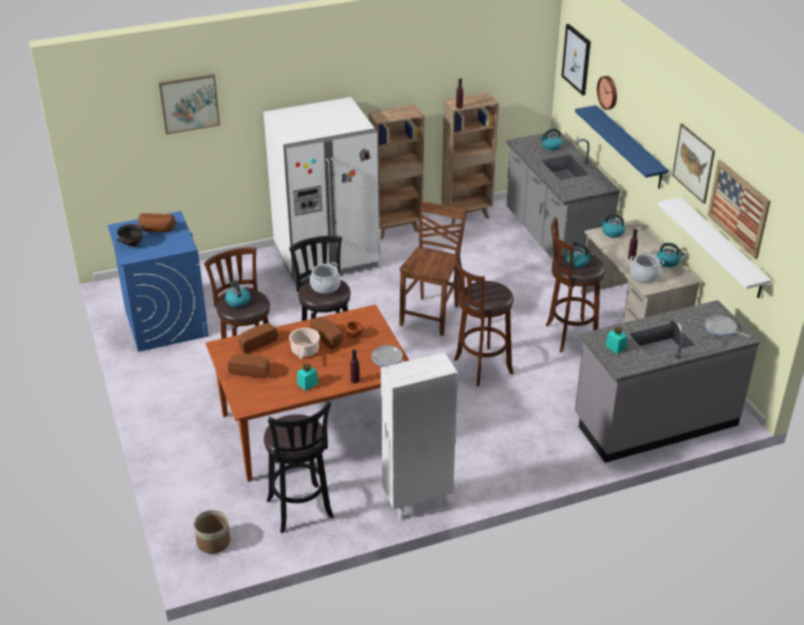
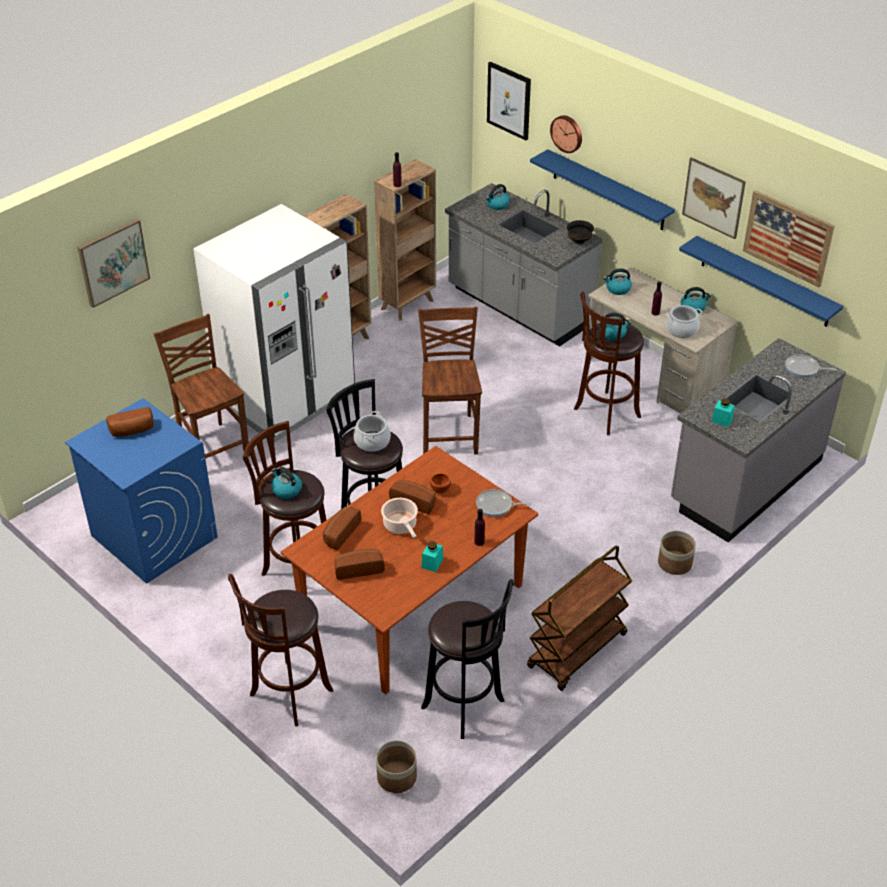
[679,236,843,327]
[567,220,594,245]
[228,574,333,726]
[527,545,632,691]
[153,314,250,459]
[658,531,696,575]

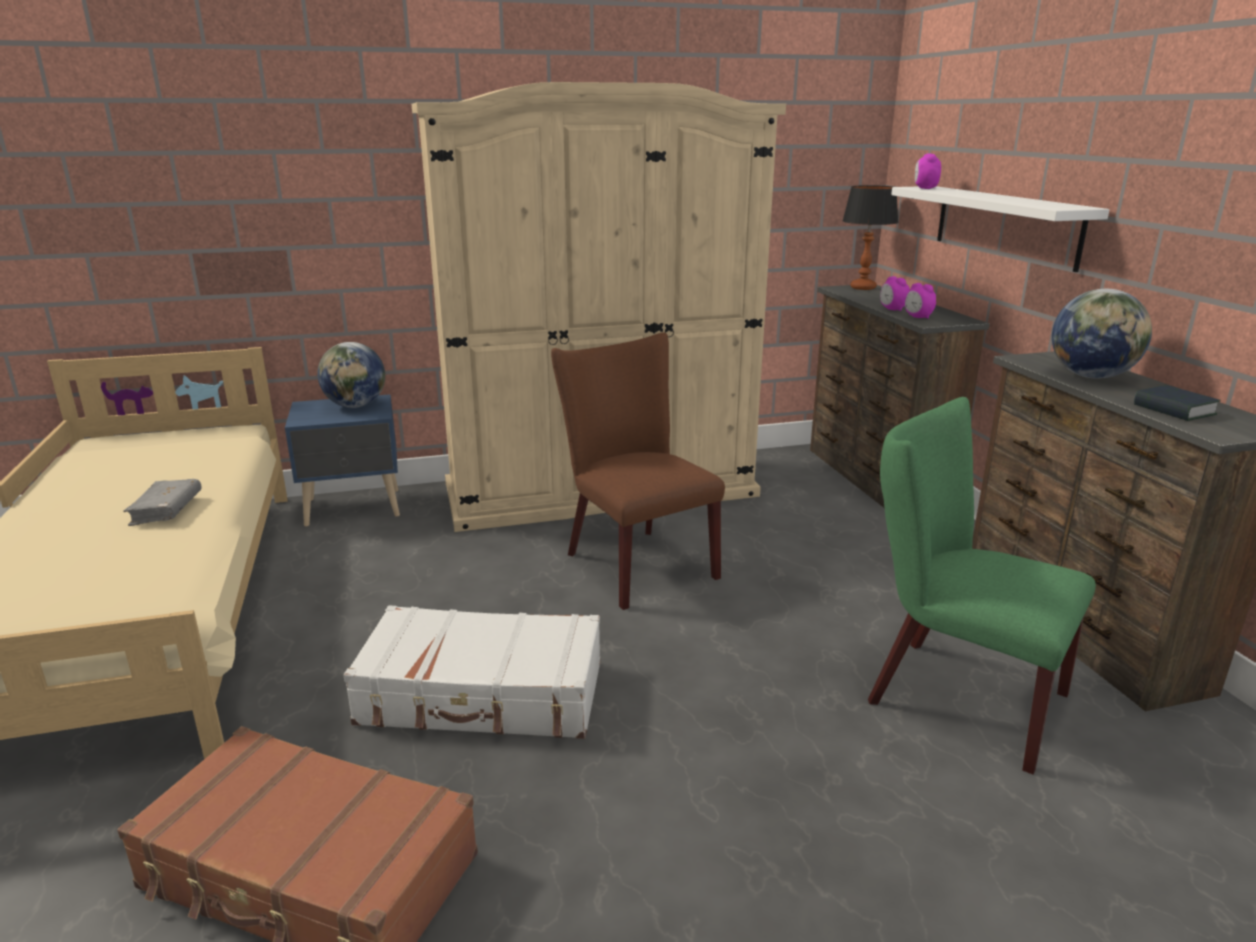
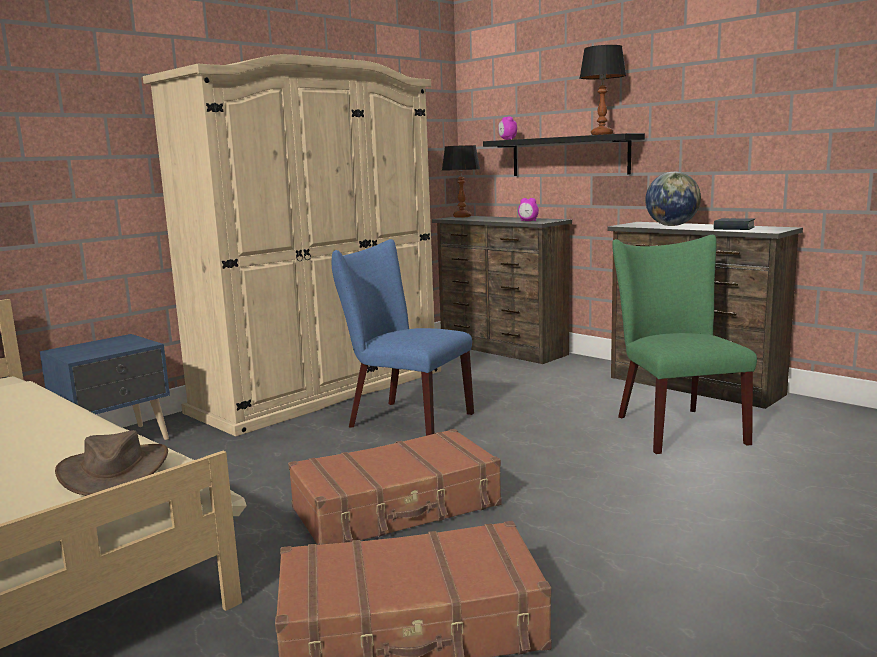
[483,133,645,176]
[880,276,910,311] (first image)
[332,239,474,436]
[317,342,385,408] (first image)
[612,235,757,454]
[123,479,201,526] (first image)
[288,429,502,545]
[579,45,626,135]
[55,430,168,496]

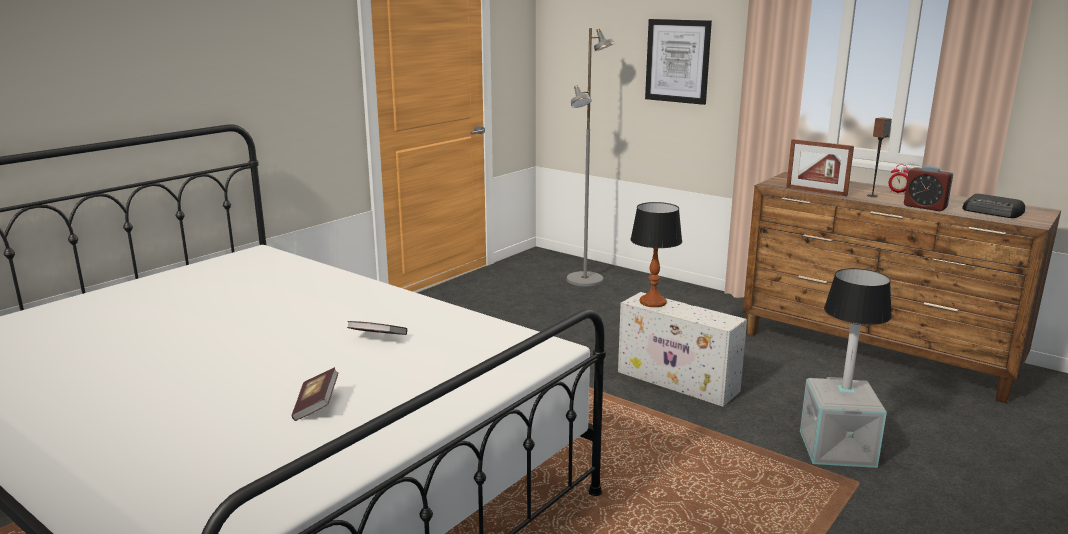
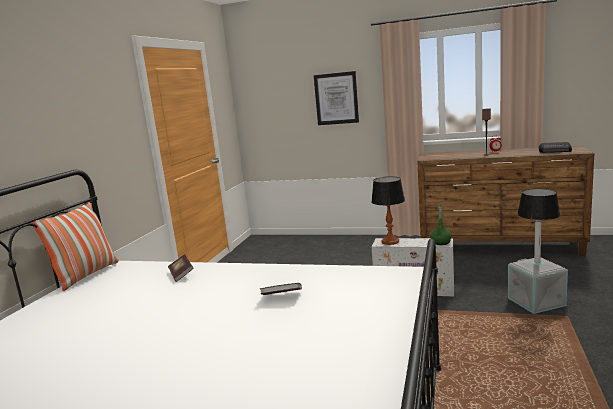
[567,28,615,287] (first image)
[786,139,854,197] (first image)
[904,166,953,211] (first image)
[168,254,193,282]
[31,202,119,291]
[430,205,452,245]

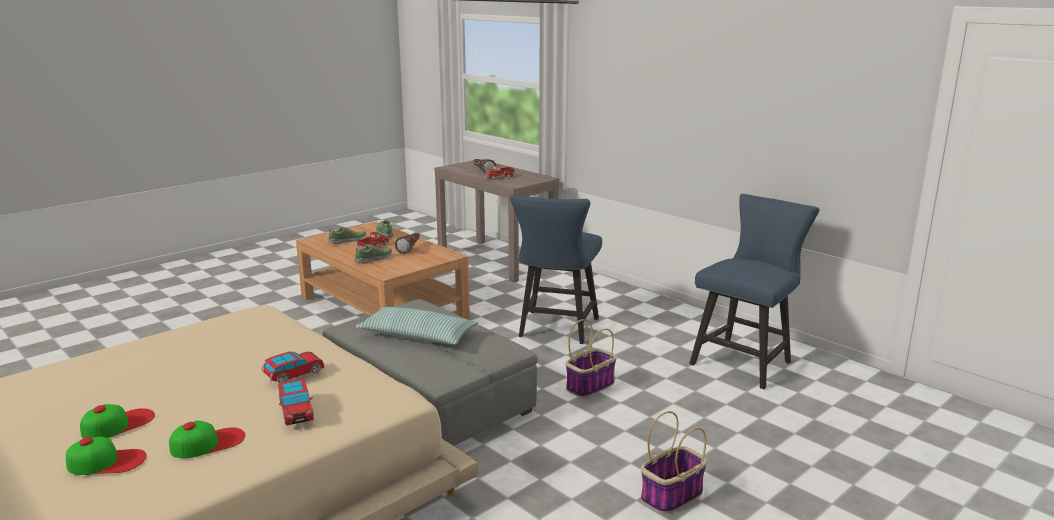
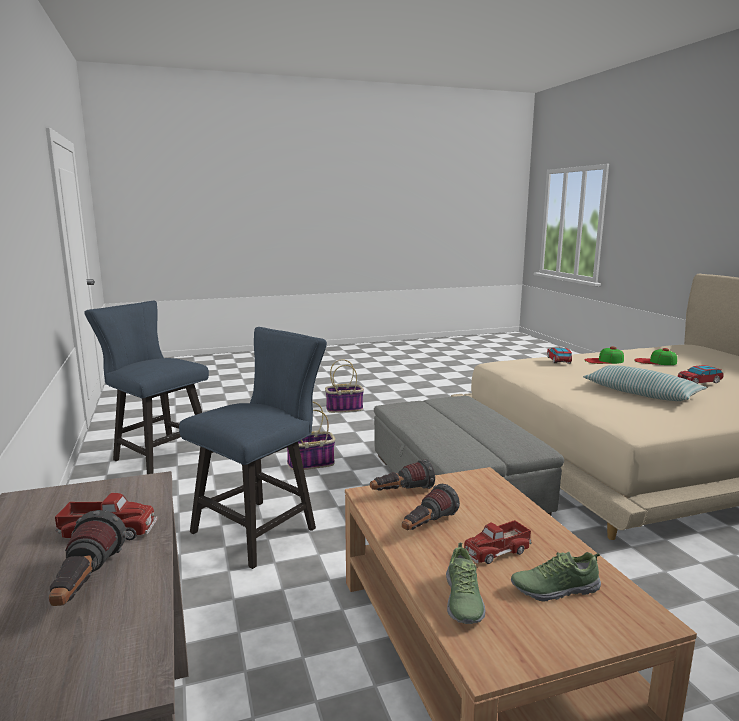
[84,301,213,474]
[354,244,392,264] (first image)
[583,365,707,401]
[678,365,724,384]
[80,404,155,438] (first image)
[370,459,435,491]

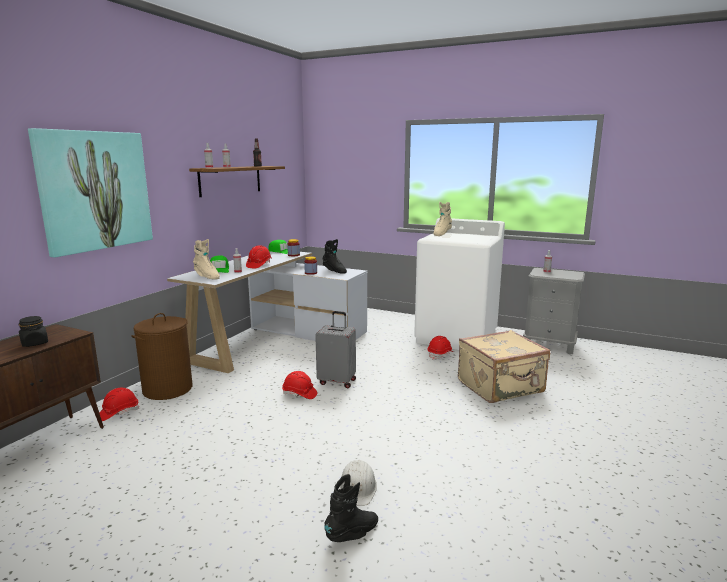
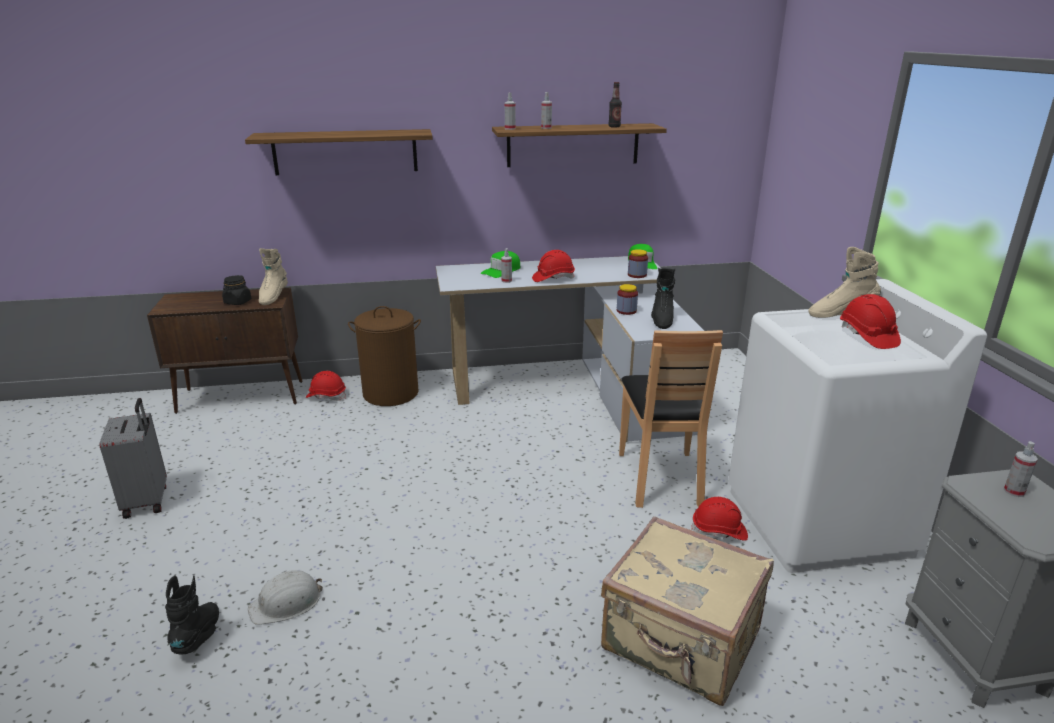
[245,129,433,175]
[259,248,288,305]
[99,398,167,519]
[840,294,901,349]
[165,575,219,654]
[619,330,723,508]

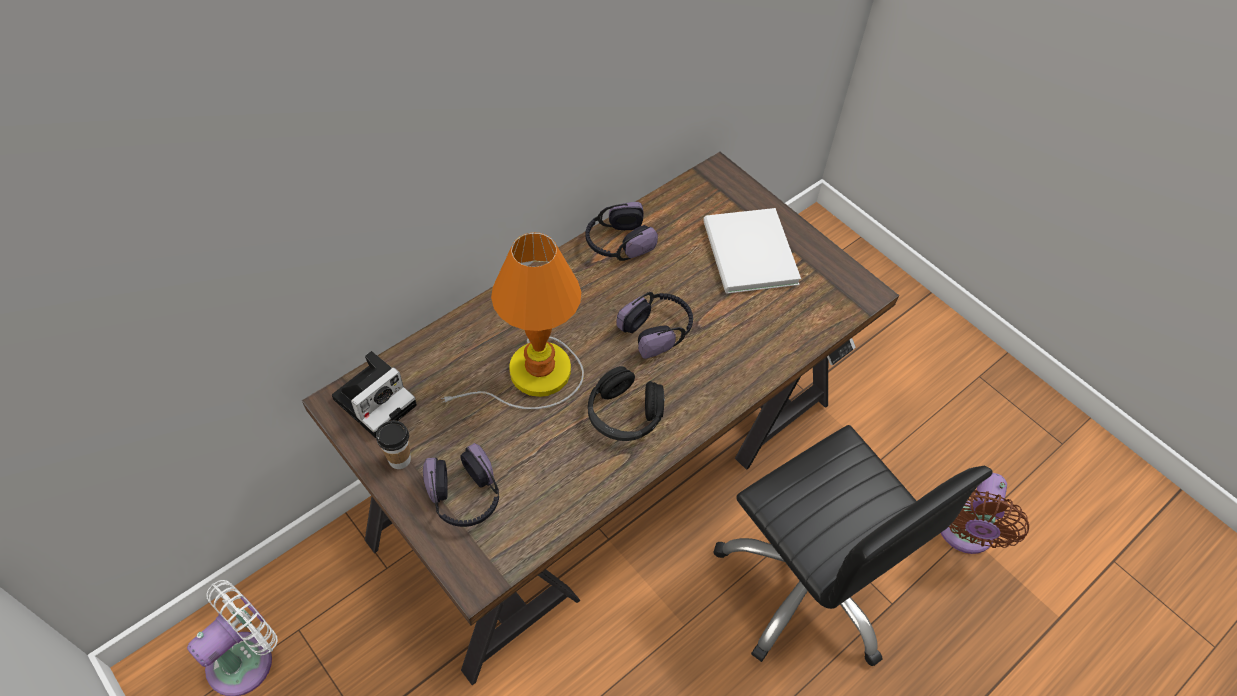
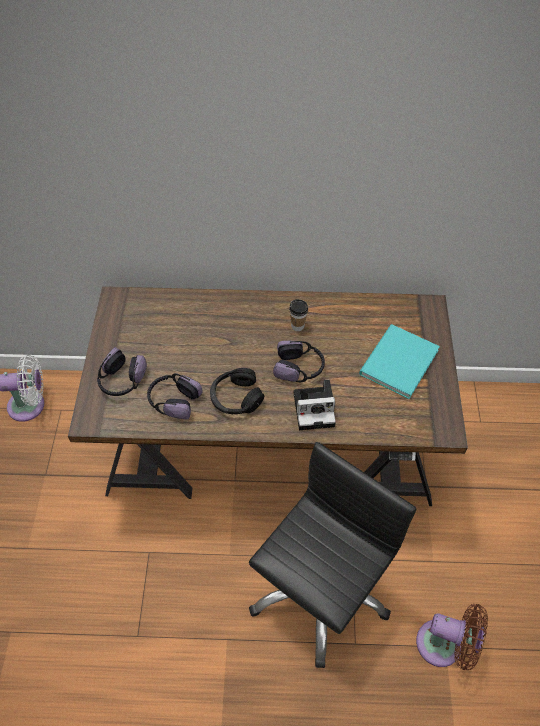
[147,373,202,420]
[359,324,440,399]
[441,232,584,409] (first image)
[294,380,336,430]
[289,299,308,331]
[249,442,416,668]
[416,604,488,670]

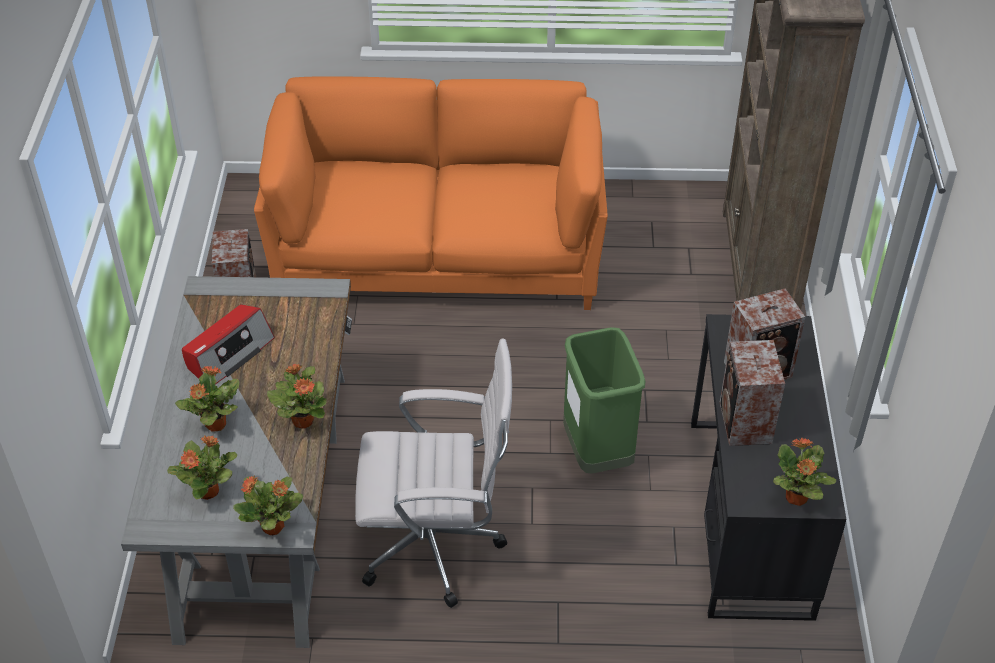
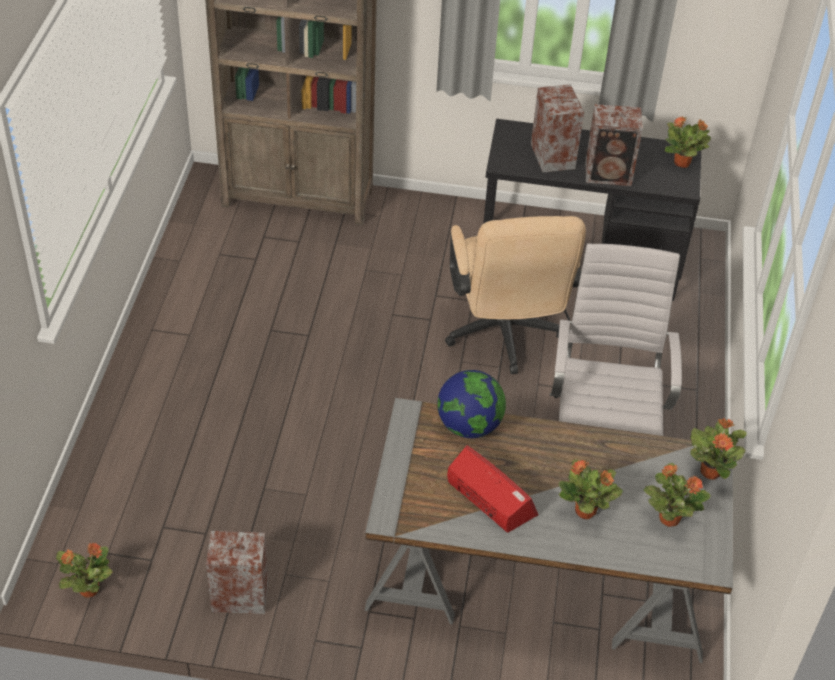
[254,76,608,310] (first image)
[445,216,586,374]
[56,542,112,598]
[437,370,506,438]

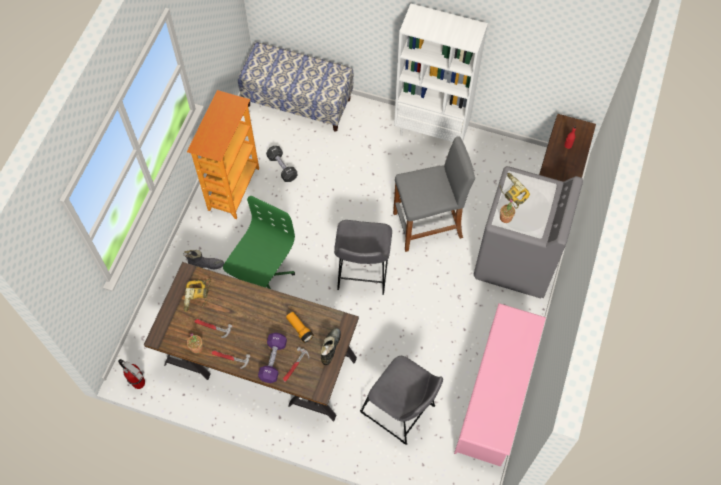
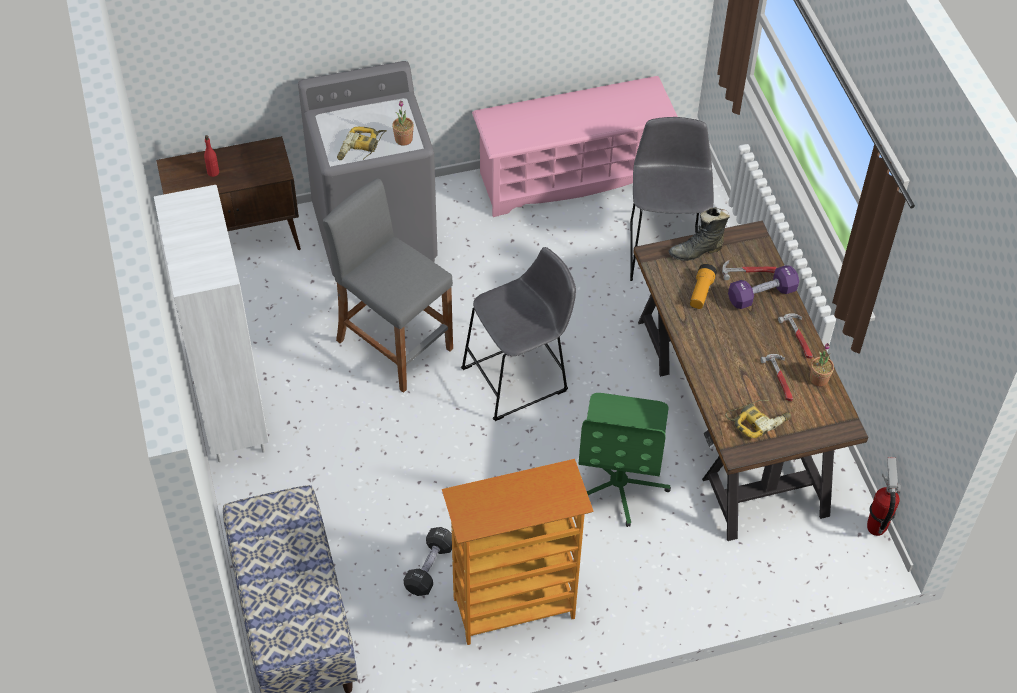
[579,393,671,527]
[184,250,224,269] (first image)

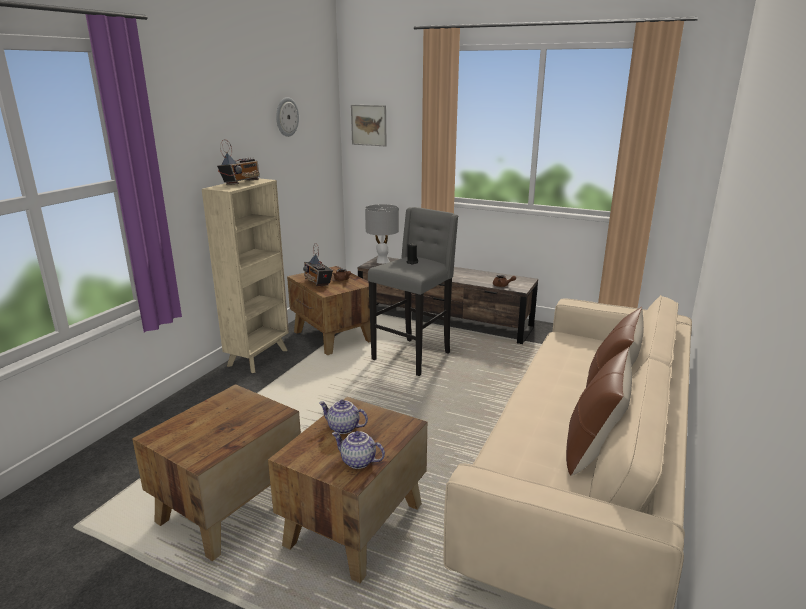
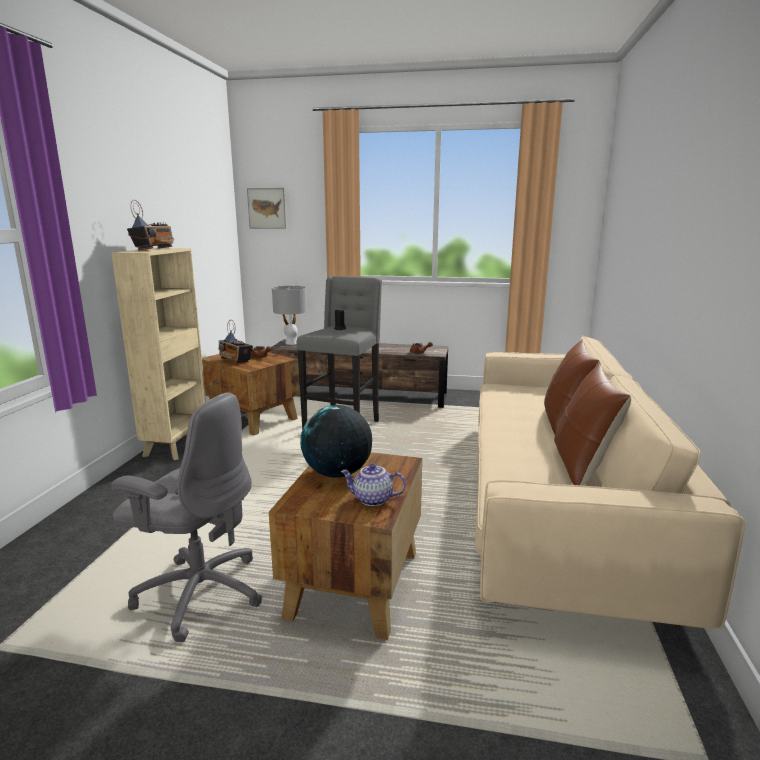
[276,97,299,137] (first image)
[111,393,263,642]
[300,405,372,478]

